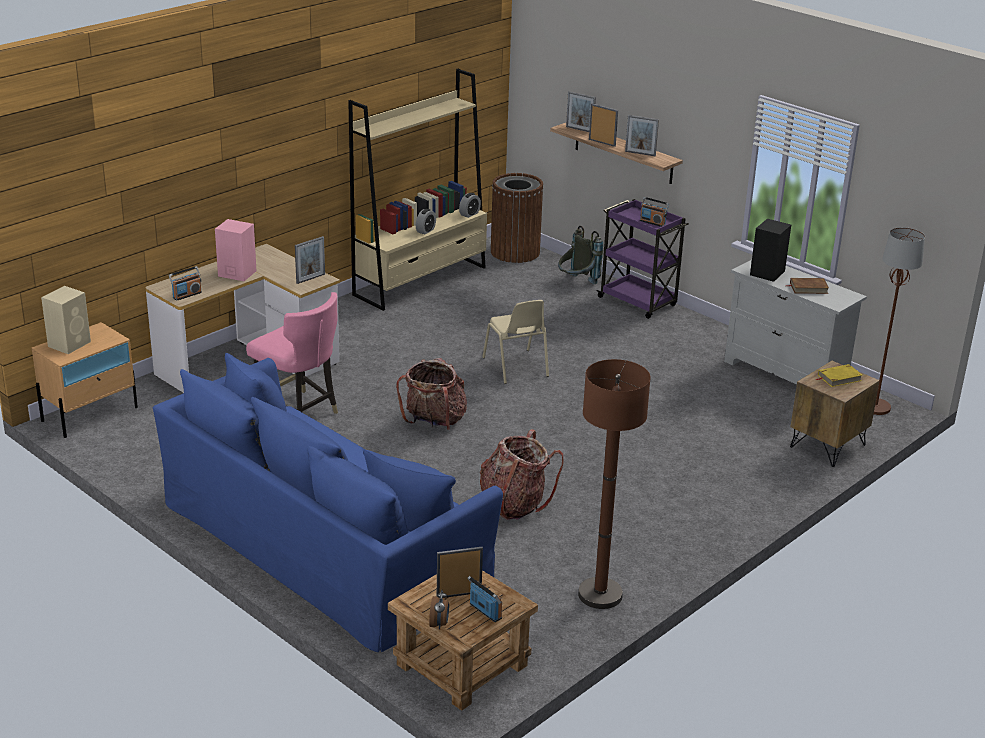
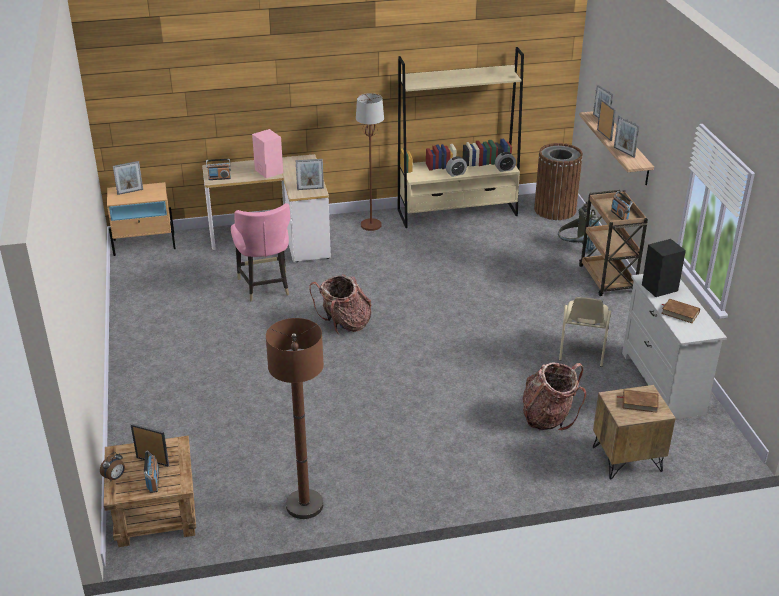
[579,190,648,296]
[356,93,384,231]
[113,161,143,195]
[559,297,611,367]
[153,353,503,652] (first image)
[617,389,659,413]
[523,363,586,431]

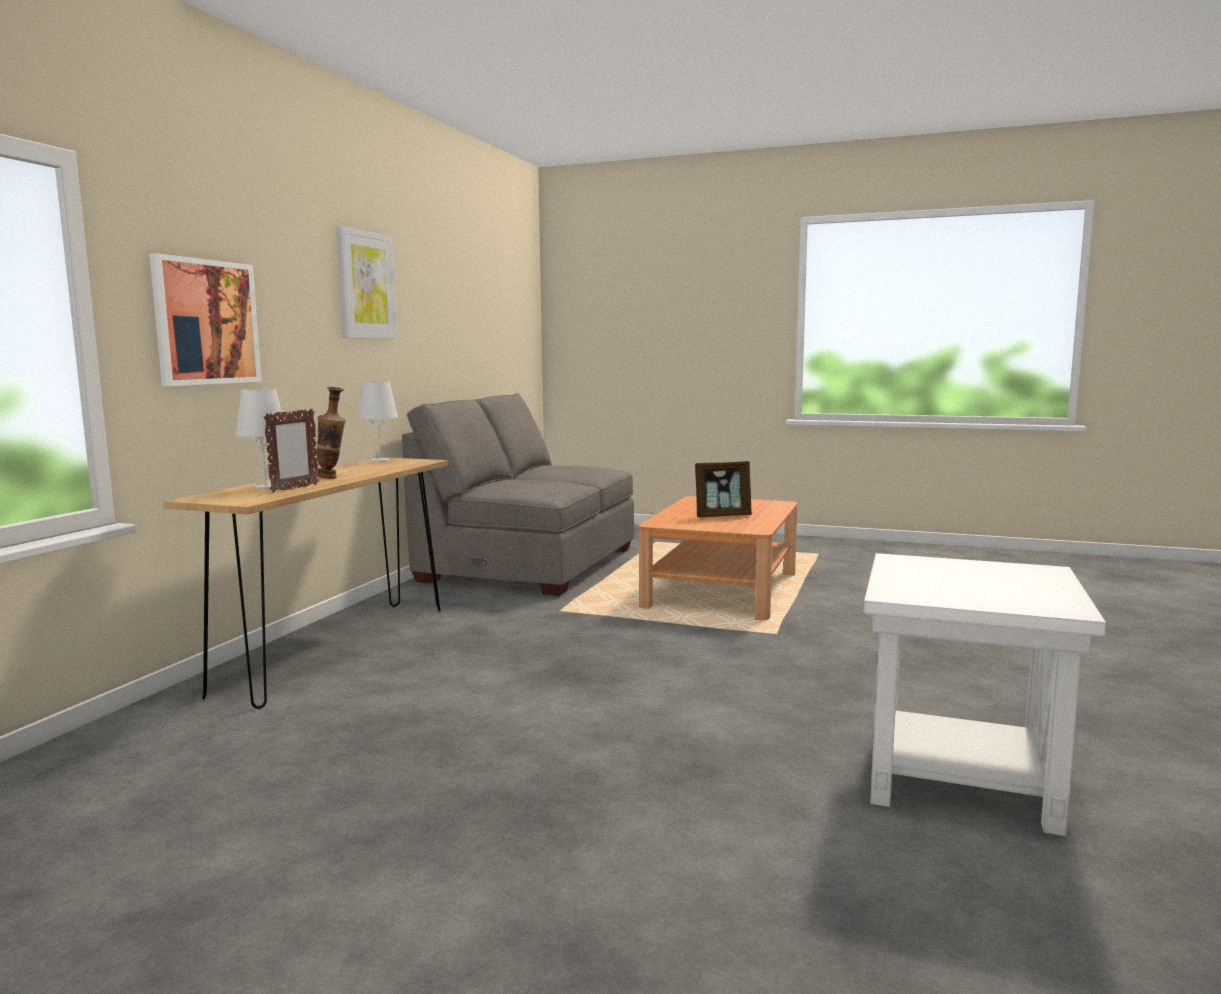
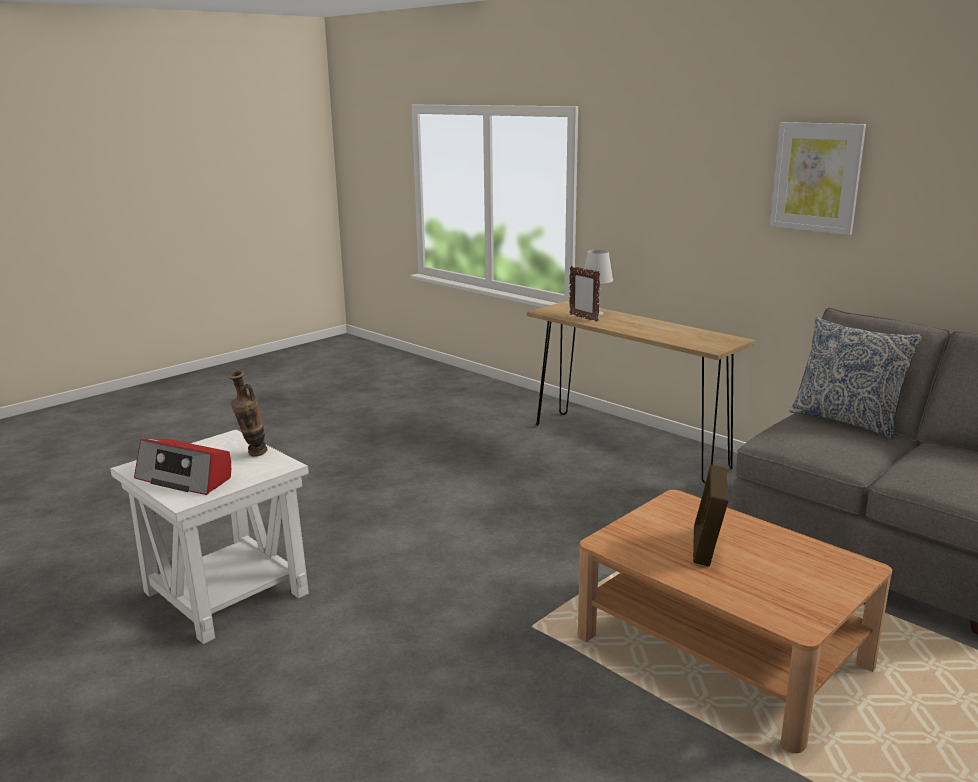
[149,253,262,386] (first image)
[358,381,398,462] (first image)
[228,371,267,457]
[789,317,922,439]
[134,439,231,495]

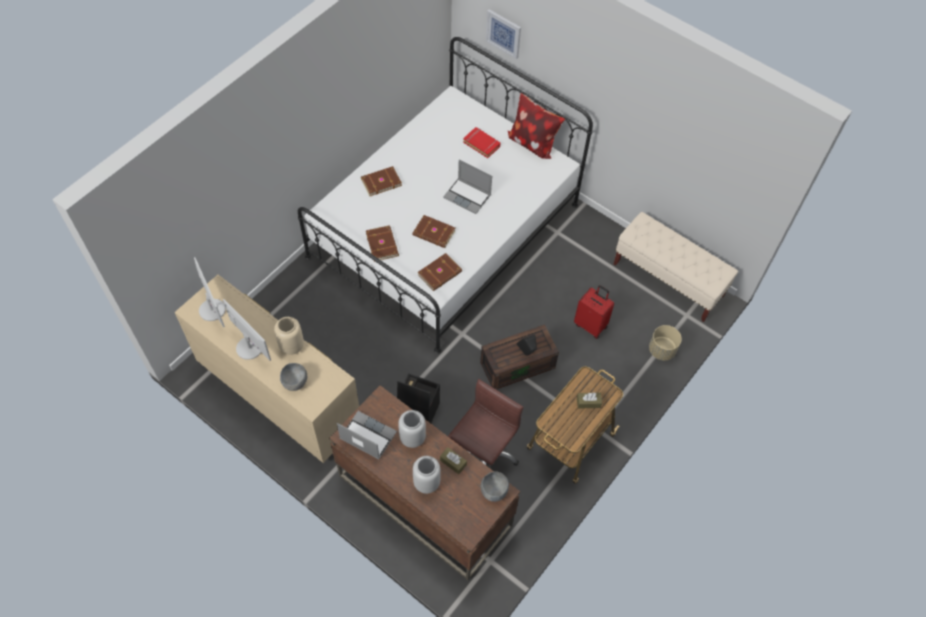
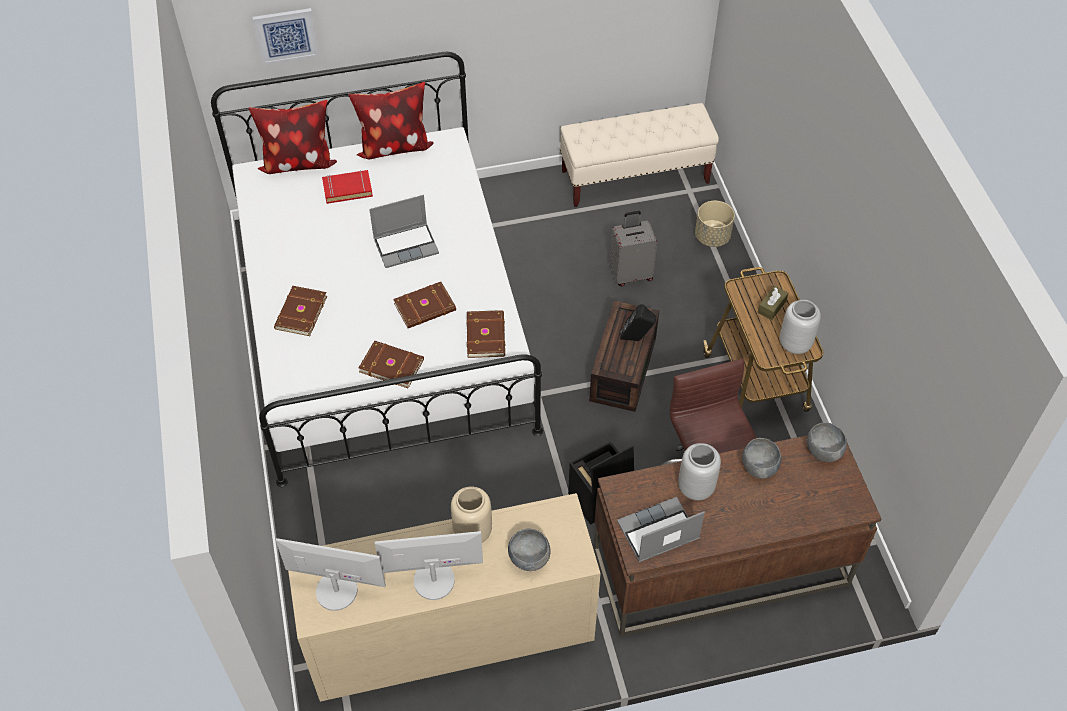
[610,211,657,286]
[742,438,781,479]
[780,300,821,354]
[249,100,337,174]

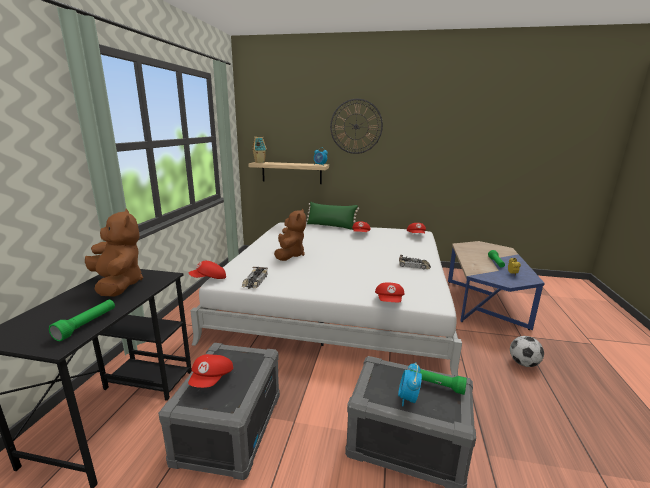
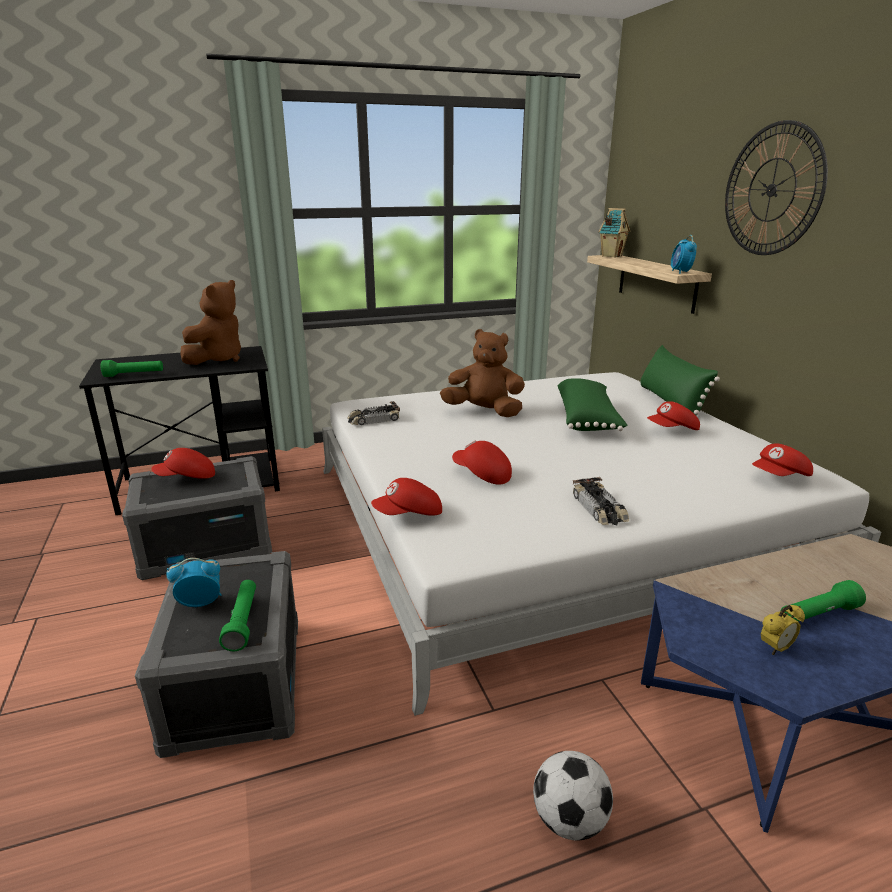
[440,329,525,417]
[452,441,512,484]
[558,378,628,431]

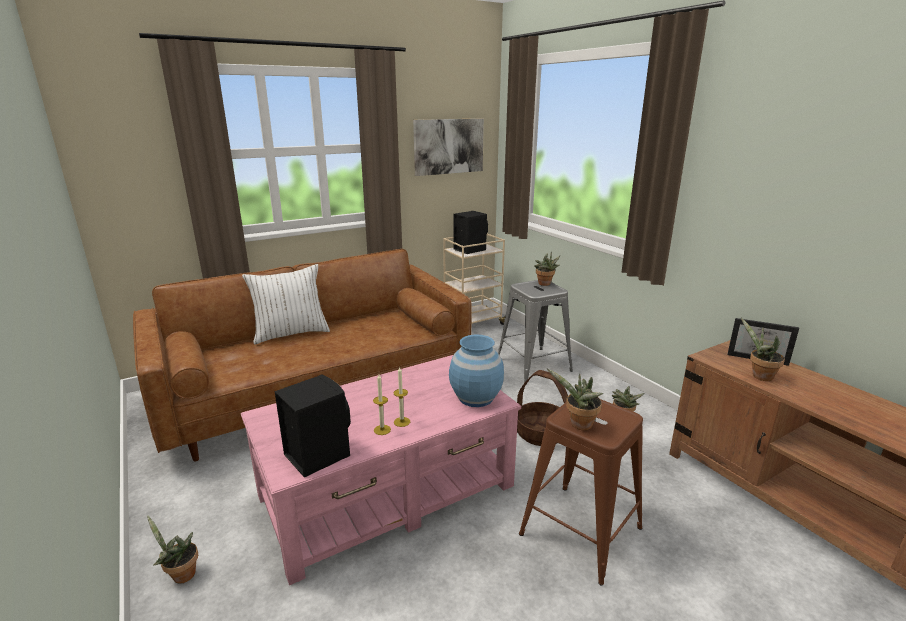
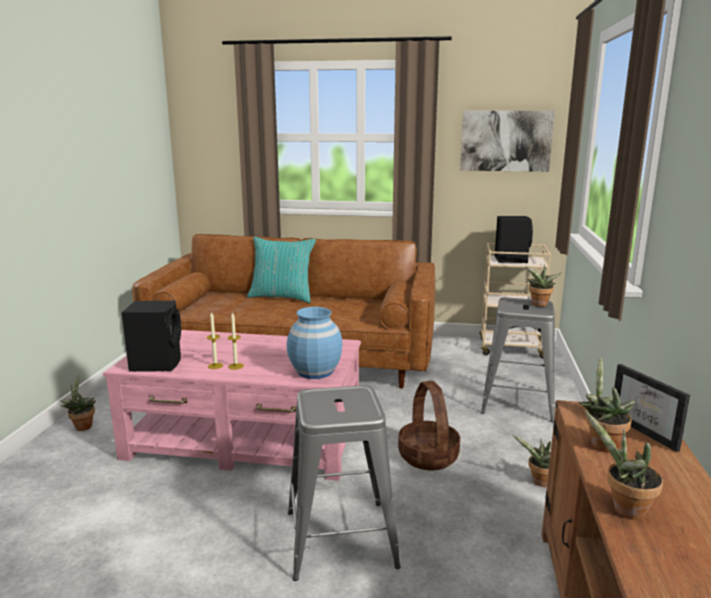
[247,237,316,303]
[585,410,663,520]
[288,386,401,581]

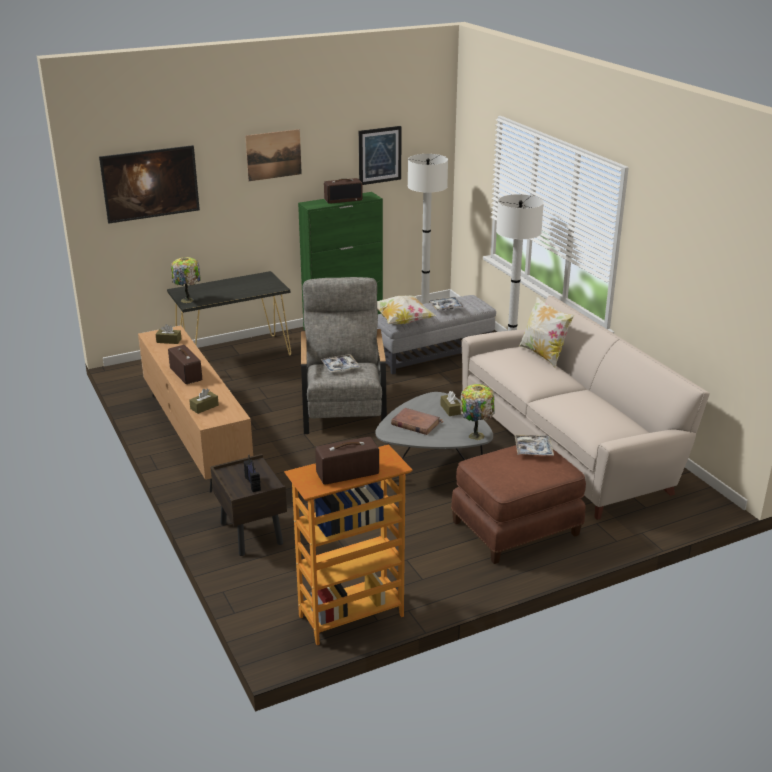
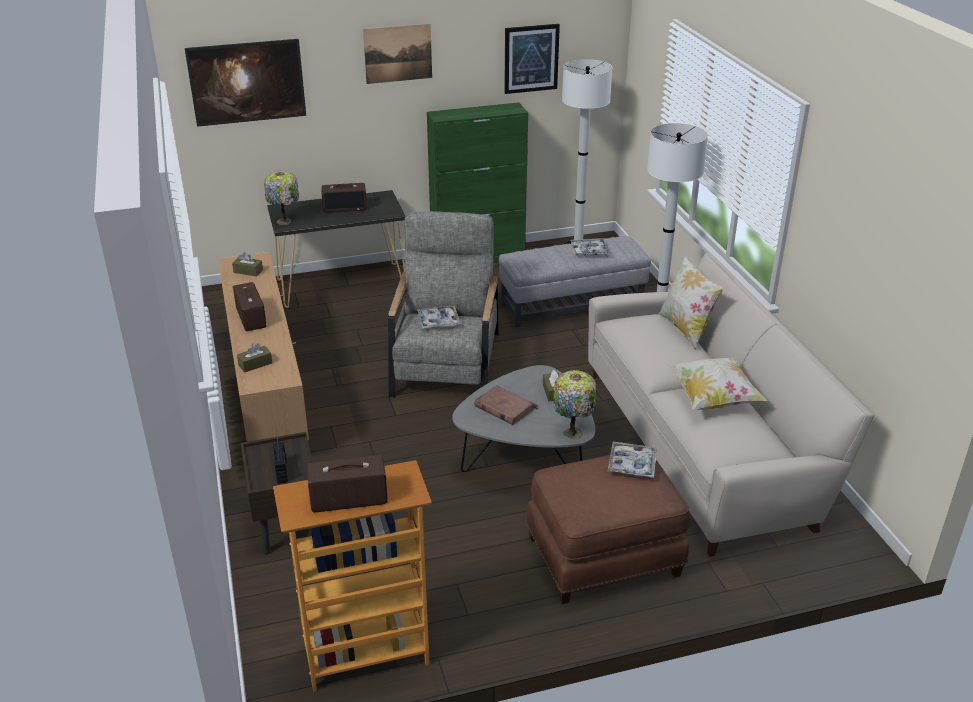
[321,183,367,213]
[666,357,768,410]

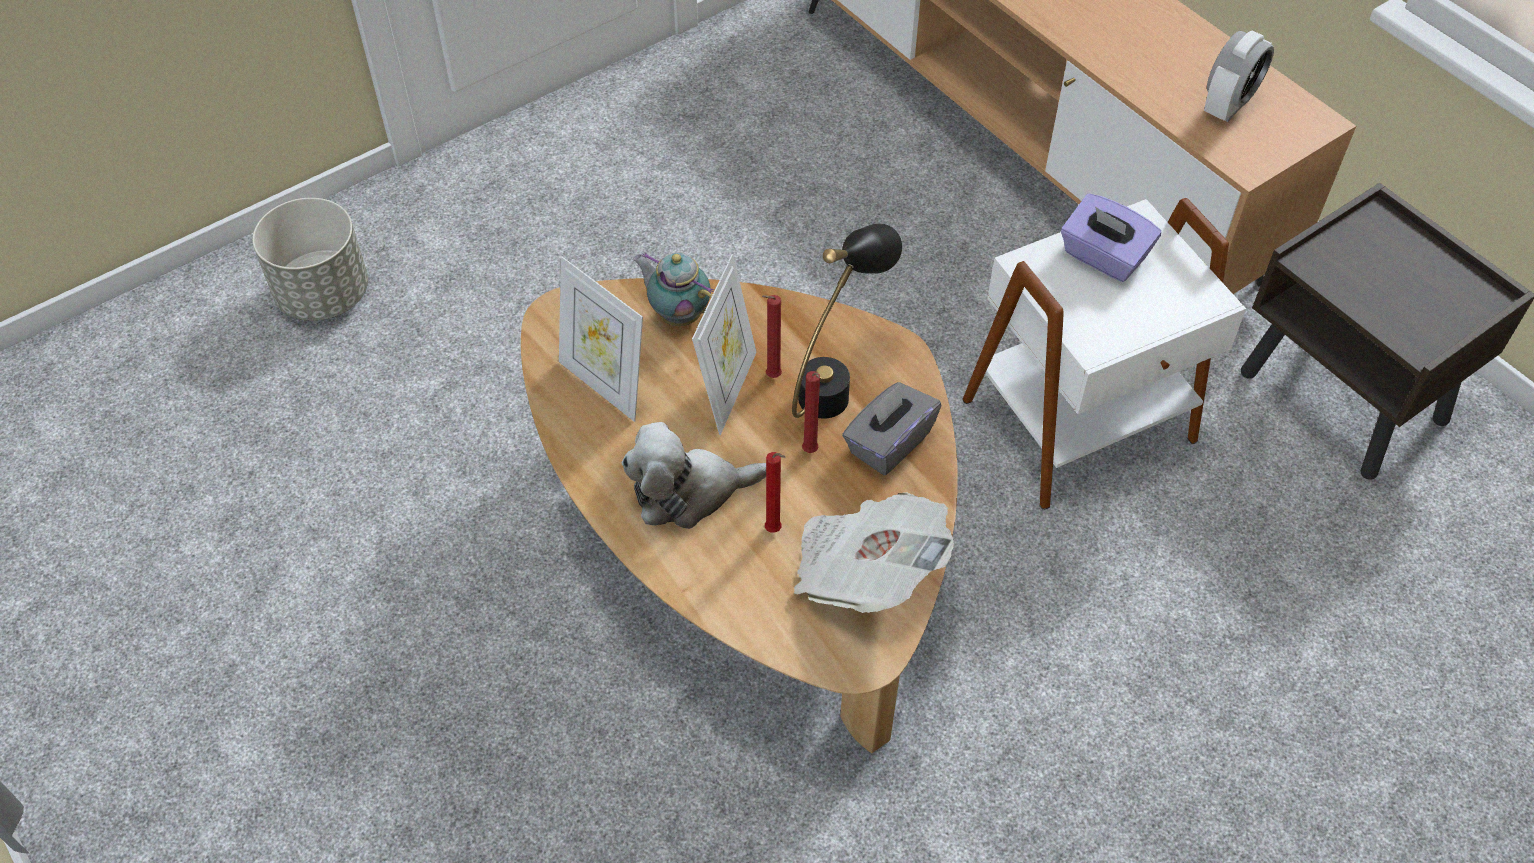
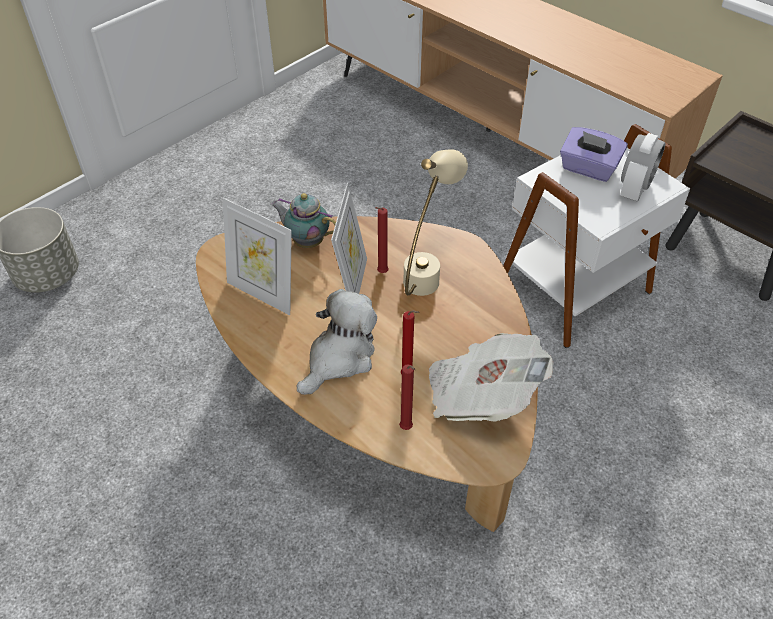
[620,133,666,202]
[403,149,468,296]
[399,364,416,430]
[842,382,941,475] (first image)
[297,289,377,395]

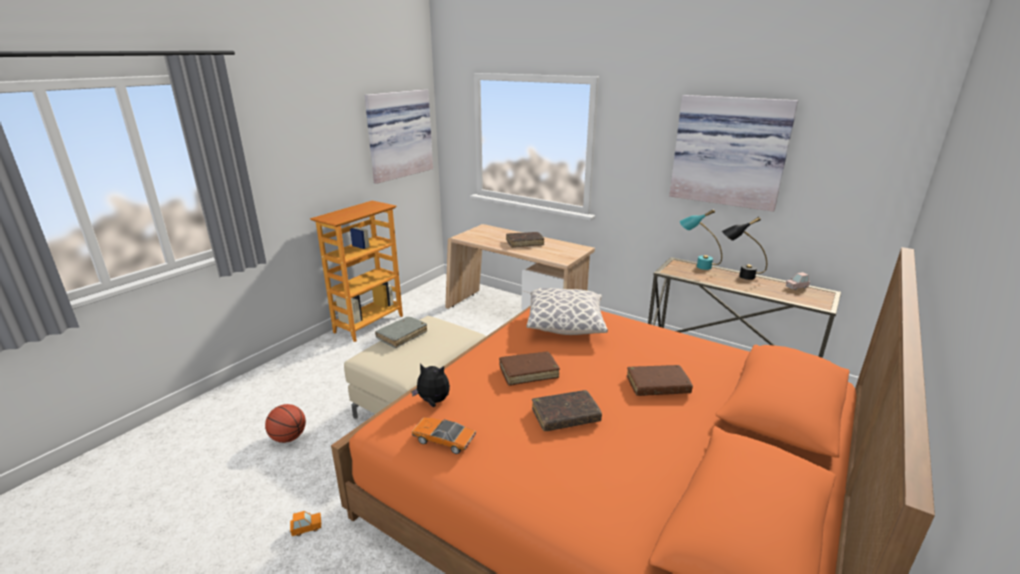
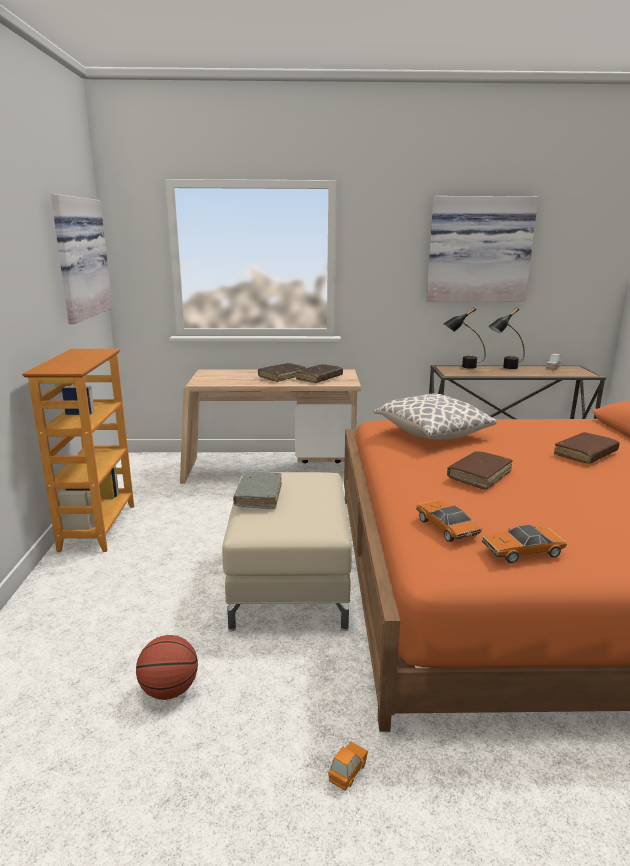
[443,307,486,369]
[416,500,482,542]
[296,364,343,383]

